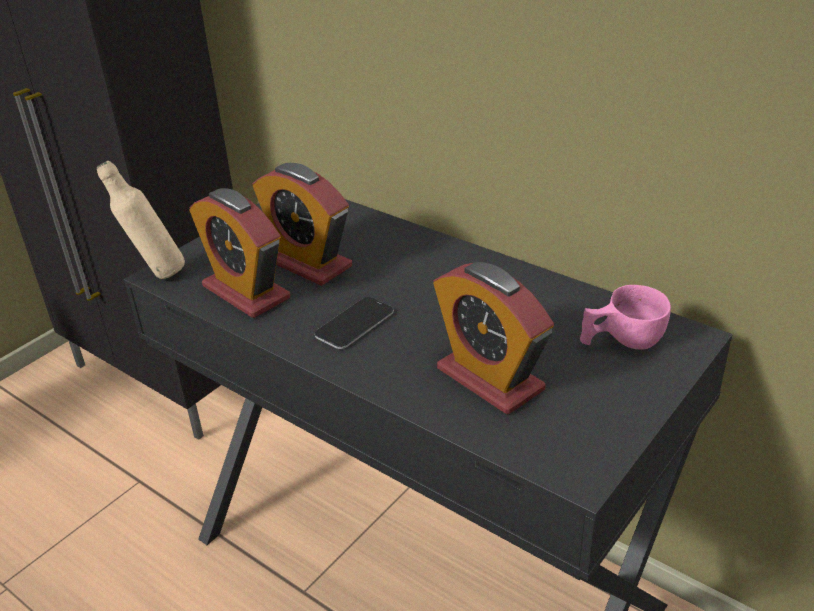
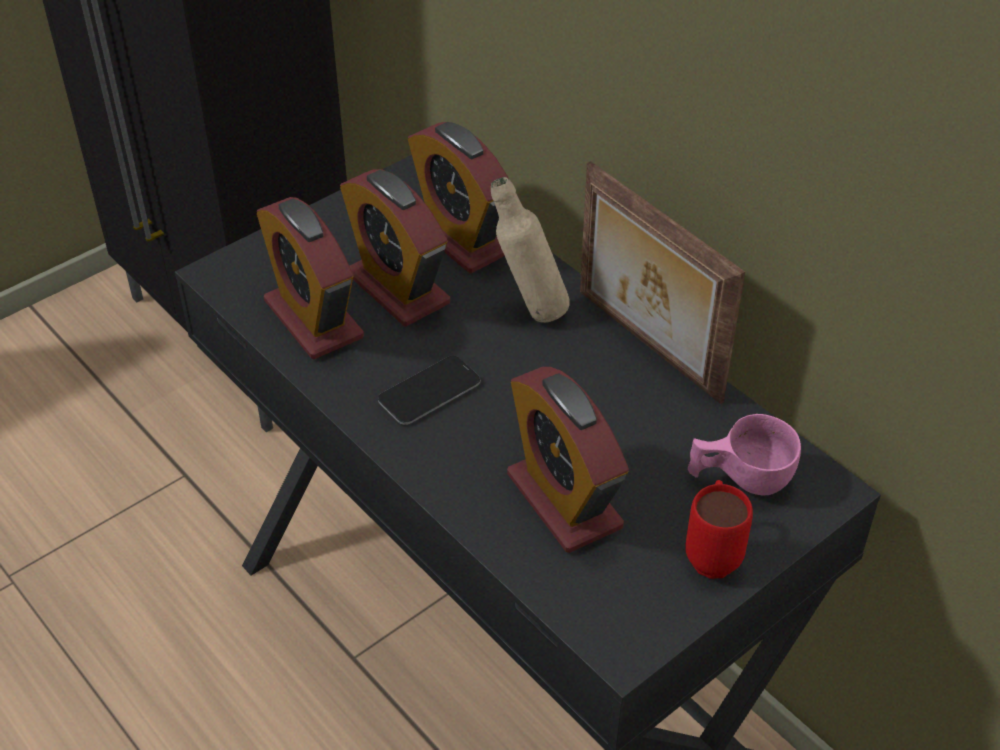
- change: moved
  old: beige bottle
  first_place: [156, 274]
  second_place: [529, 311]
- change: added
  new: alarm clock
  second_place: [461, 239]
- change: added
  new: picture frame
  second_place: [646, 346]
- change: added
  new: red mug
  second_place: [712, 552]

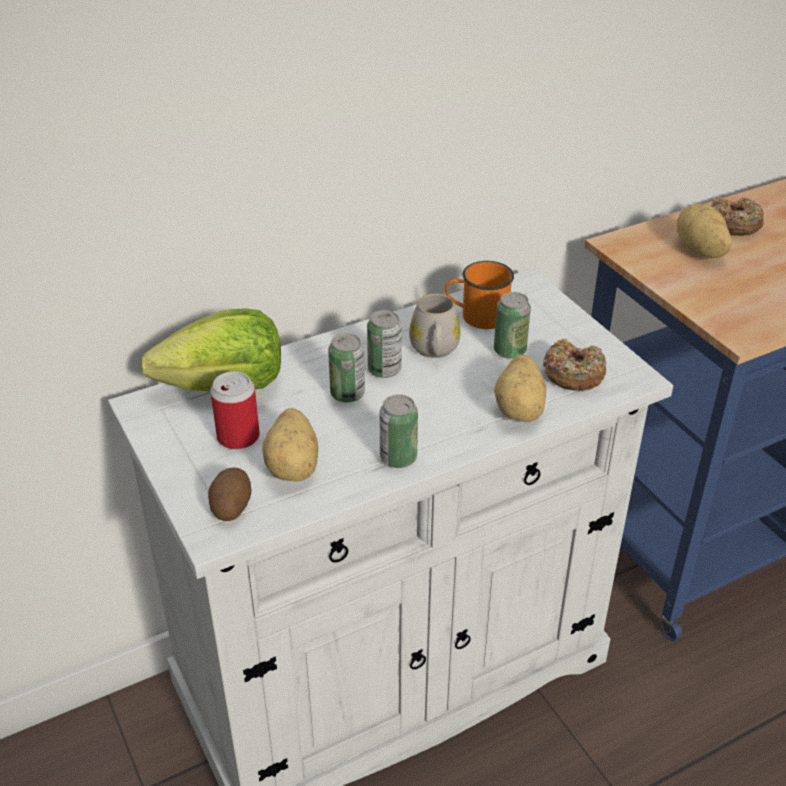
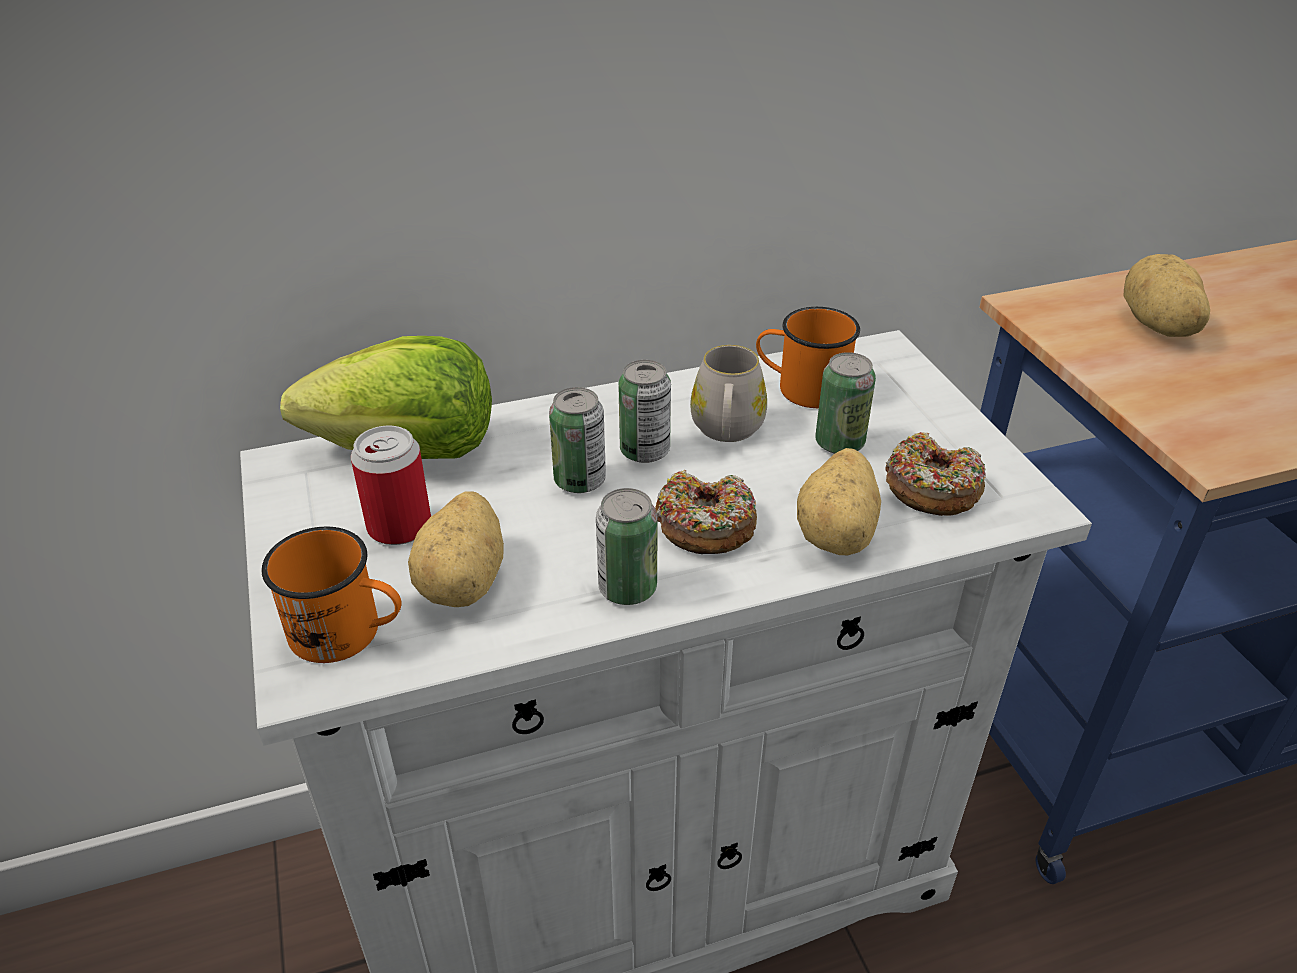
- change: replaced
  old: potato
  new: orange mug
  first_place: [230, 506]
  second_place: [348, 633]
- change: moved
  old: donut
  first_place: [734, 224]
  second_place: [705, 526]

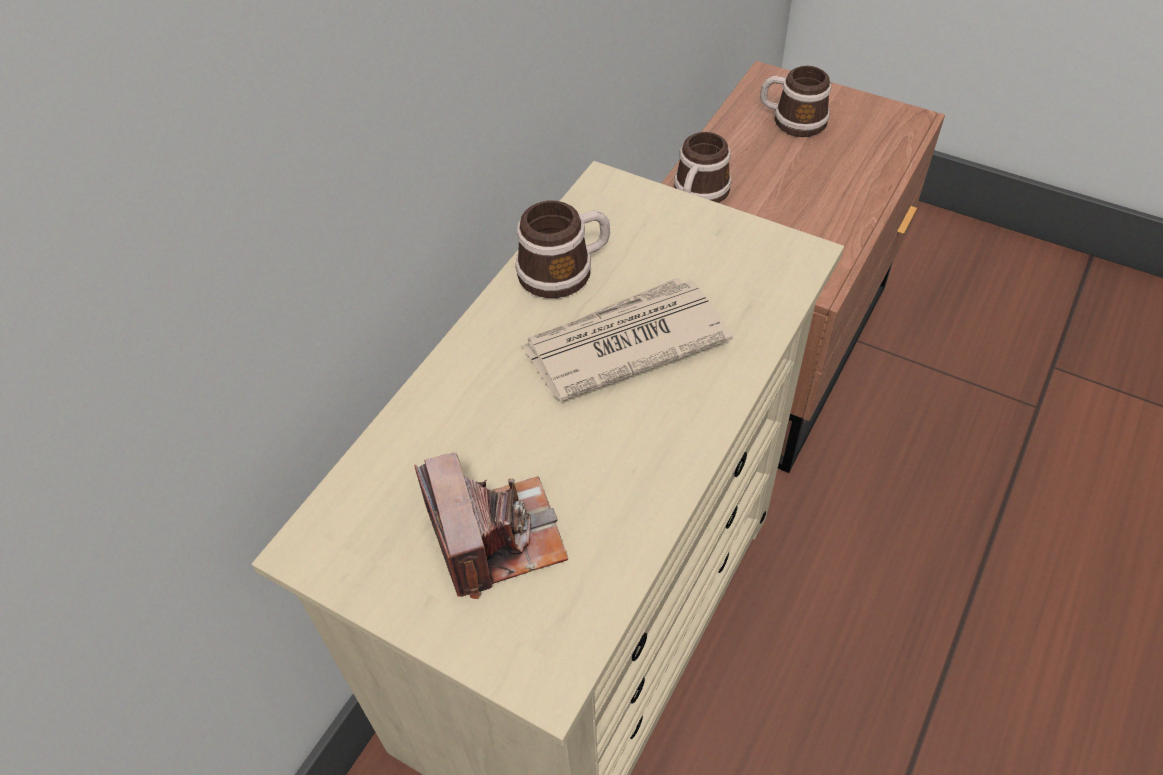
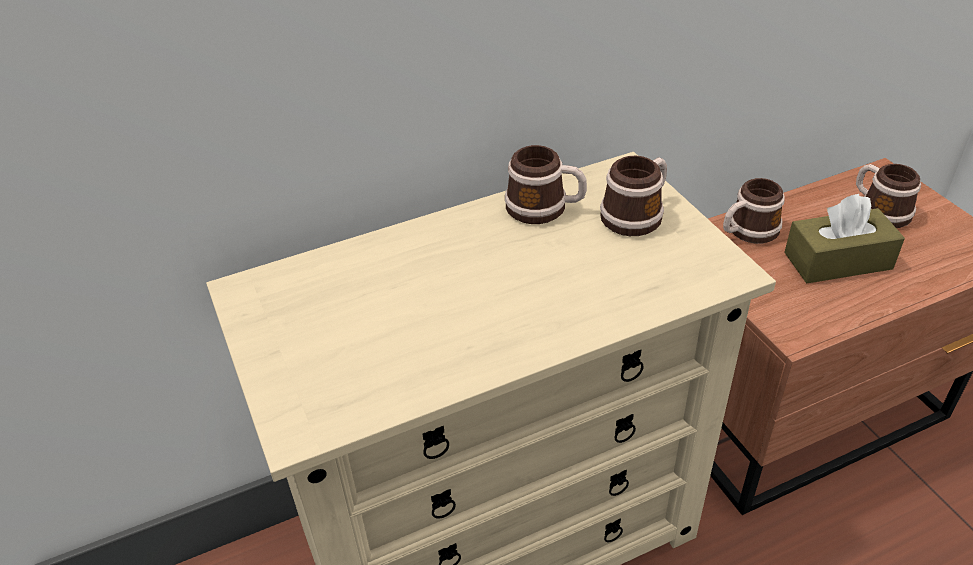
- change: removed
  old: photo camera
  first_place: [496, 537]
- change: removed
  old: newspaper
  first_place: [622, 343]
- change: added
  new: mug
  second_place: [637, 214]
- change: added
  new: brown tissue box
  second_place: [838, 261]

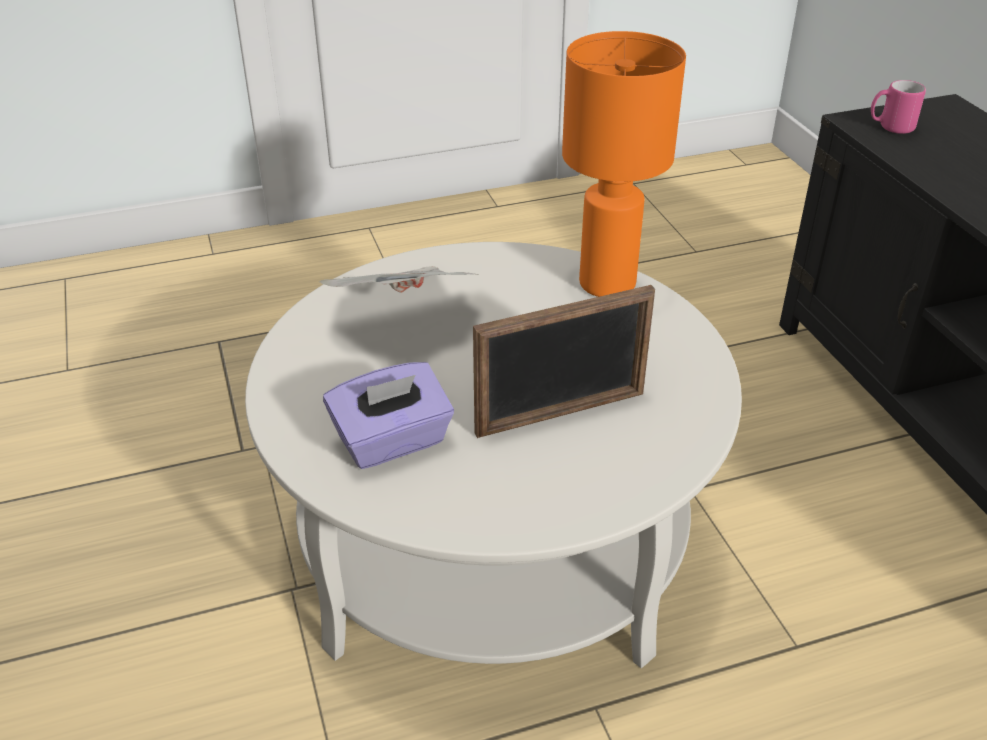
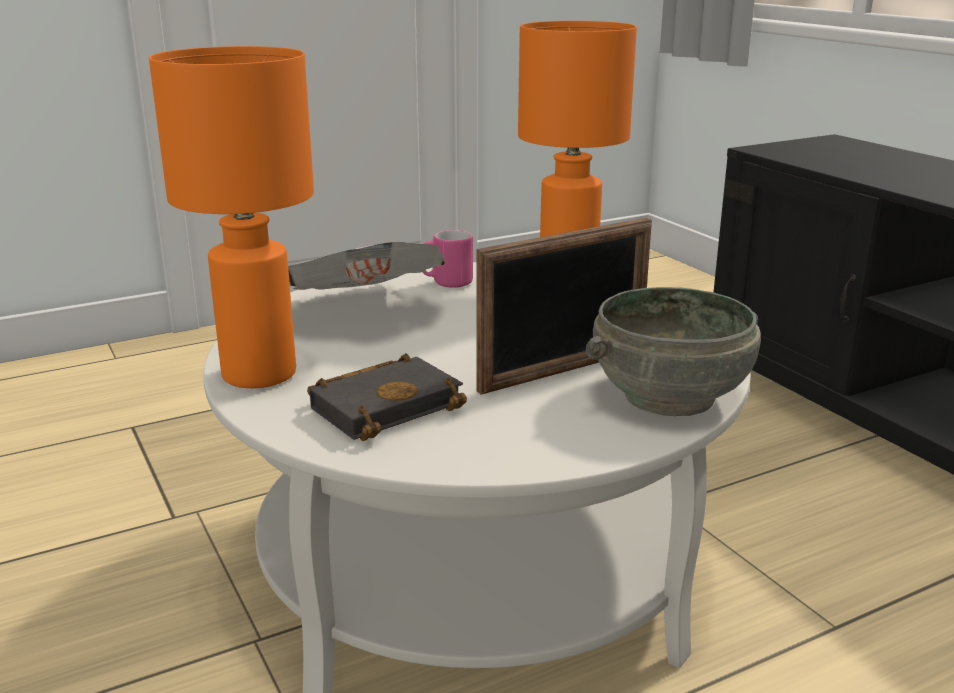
- change: replaced
  old: purple tissue box
  new: black book
  first_place: [392, 442]
  second_place: [387, 405]
- change: moved
  old: pink mug
  first_place: [890, 127]
  second_place: [446, 283]
- change: added
  new: orange table lamp
  second_place: [258, 373]
- change: added
  new: grey bowl
  second_place: [670, 397]

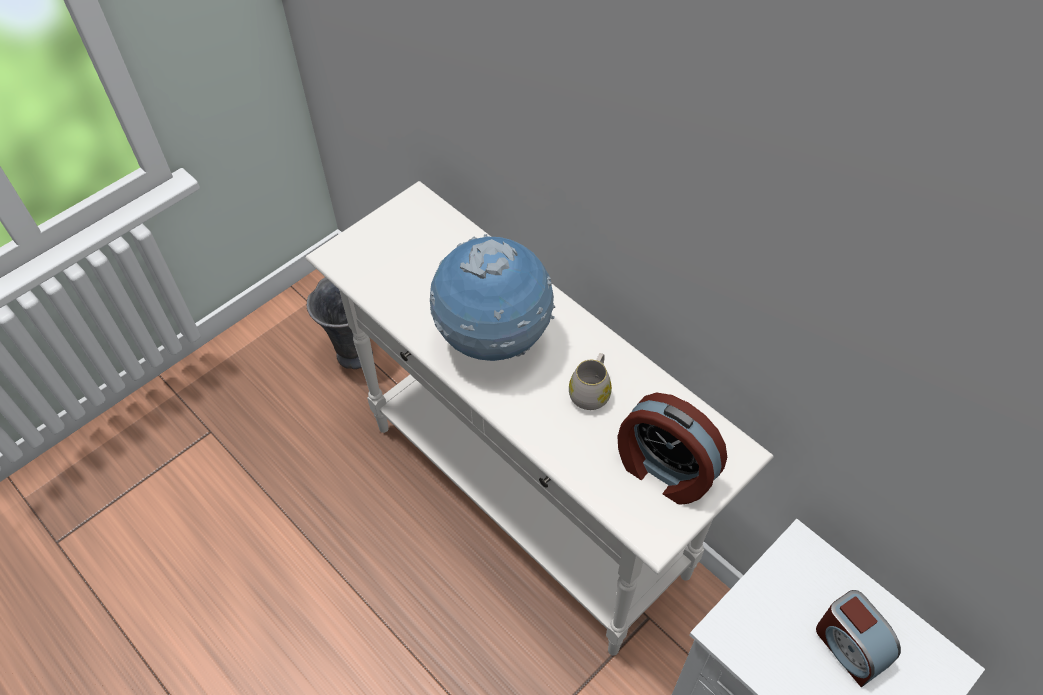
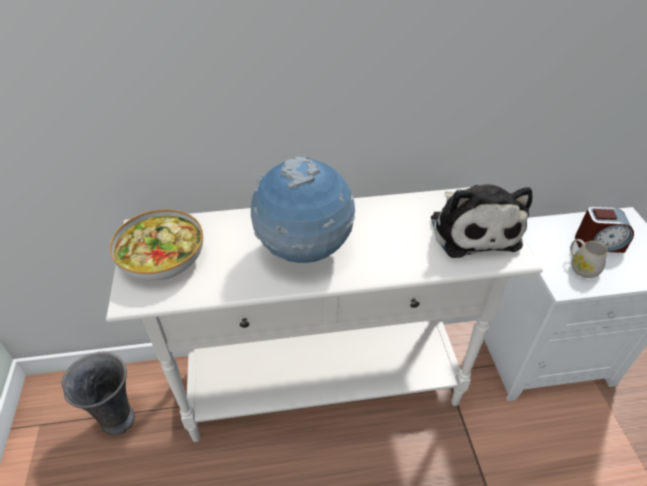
- change: moved
  old: white mug
  first_place: [591, 391]
  second_place: [581, 267]
- change: replaced
  old: alarm clock
  new: plush toy
  first_place: [664, 470]
  second_place: [473, 229]
- change: added
  new: bowl
  second_place: [162, 259]

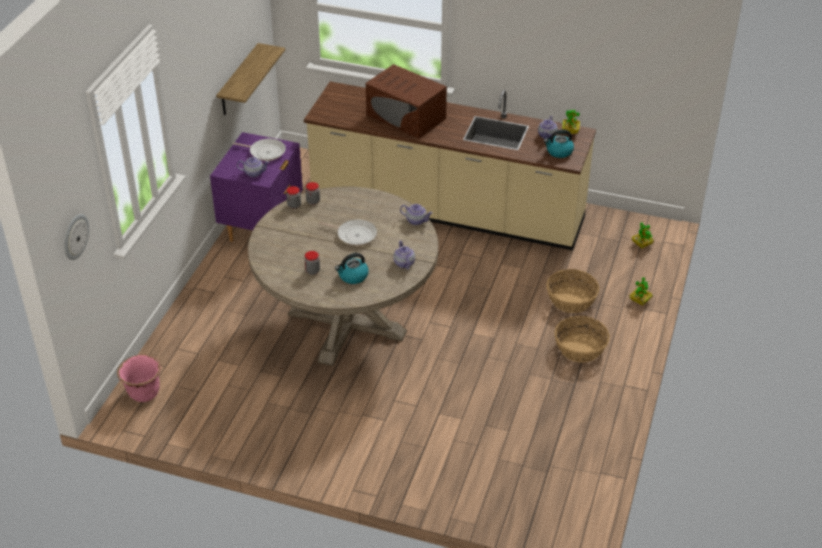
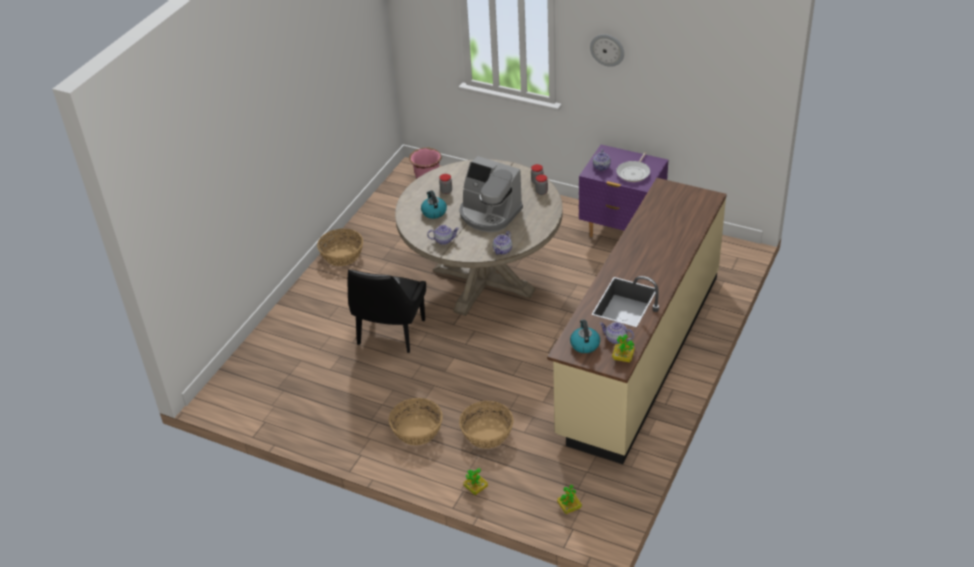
- change: moved
  old: wall clock
  first_place: [75, 236]
  second_place: [607, 49]
- change: removed
  old: shelf
  first_place: [238, 81]
- change: replaced
  old: frying pan
  new: coffee machine
  first_place: [354, 235]
  second_place: [489, 214]
- change: removed
  old: brown microwave
  first_place: [406, 117]
- change: added
  new: basket
  second_place: [342, 255]
- change: added
  new: black chair
  second_place: [390, 334]

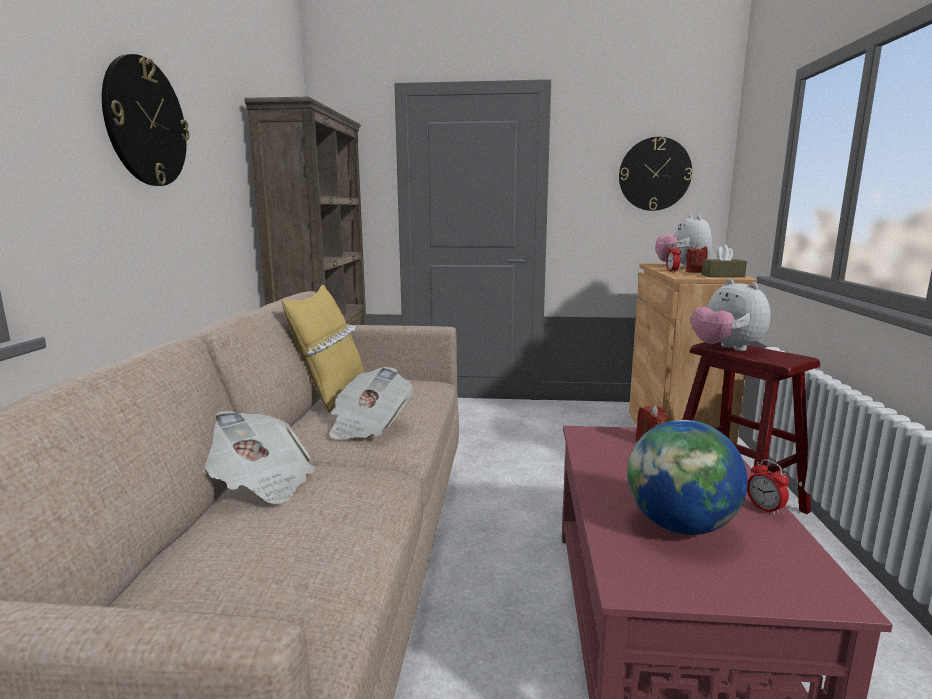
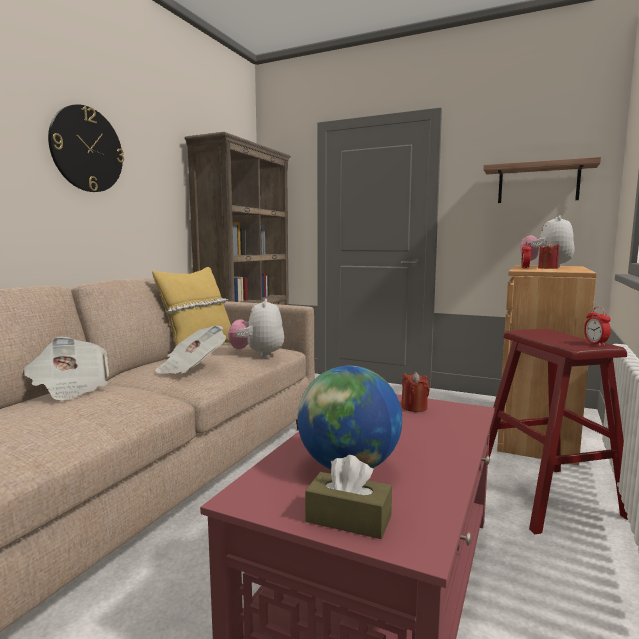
- change: replaced
  old: wall clock
  new: shelf
  first_place: [654, 174]
  second_place: [538, 183]
- change: moved
  old: plush toy
  first_place: [726, 349]
  second_place: [258, 355]
- change: moved
  old: brown tissue box
  first_place: [722, 276]
  second_place: [348, 519]
- change: moved
  old: alarm clock
  first_place: [764, 508]
  second_place: [595, 343]

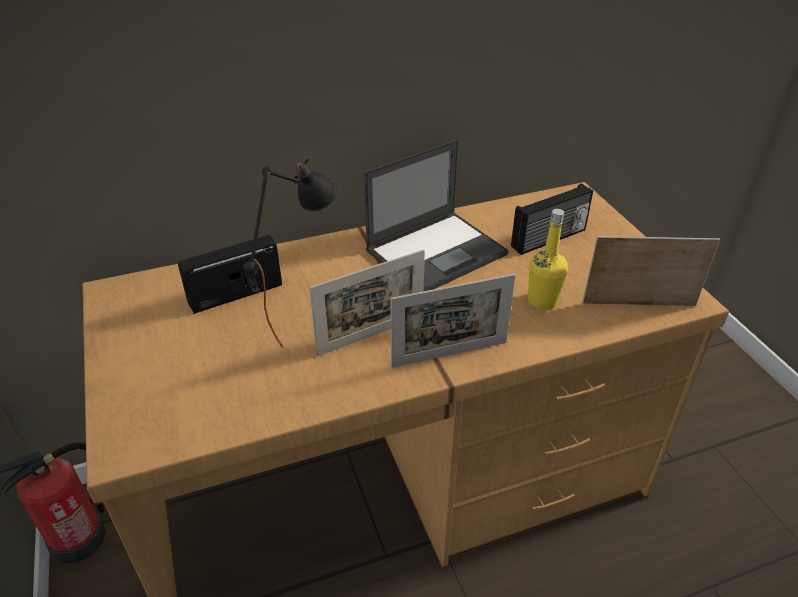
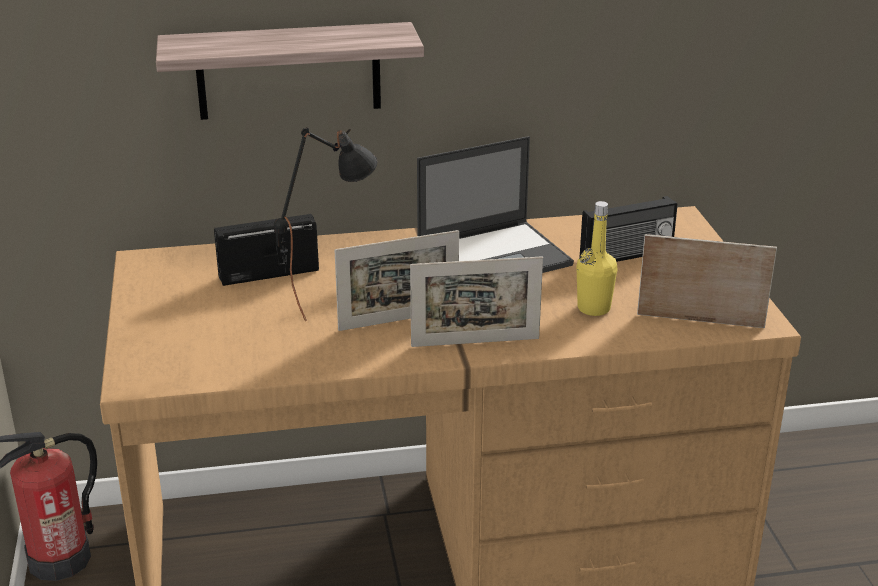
- change: added
  new: shelf
  second_place: [289, 71]

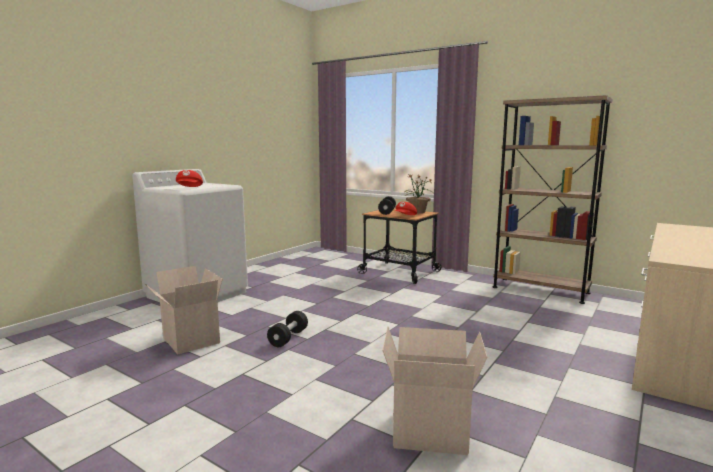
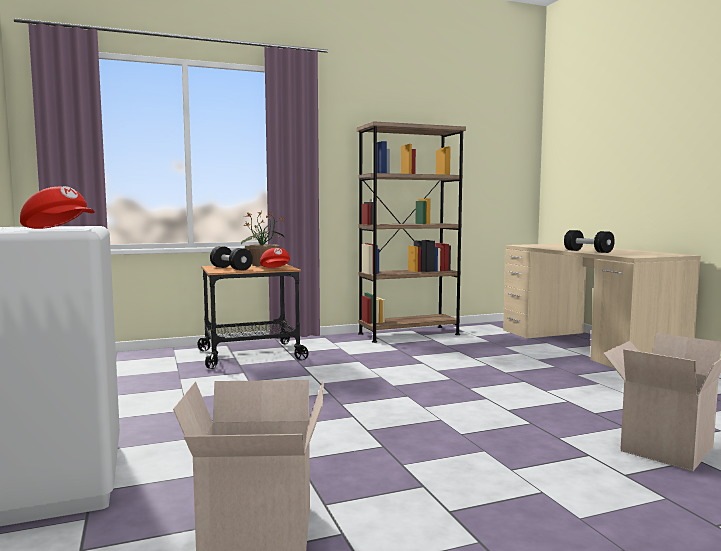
- change: moved
  old: black dumbbell
  first_place: [288, 338]
  second_place: [588, 251]

